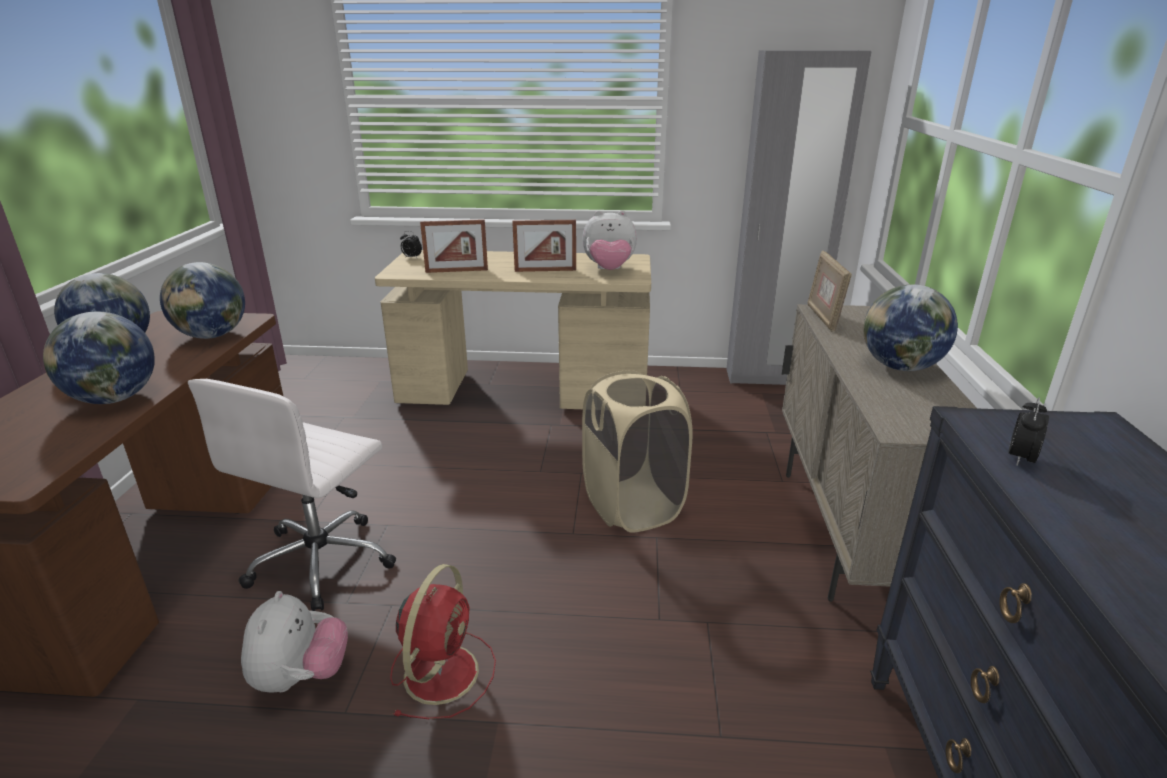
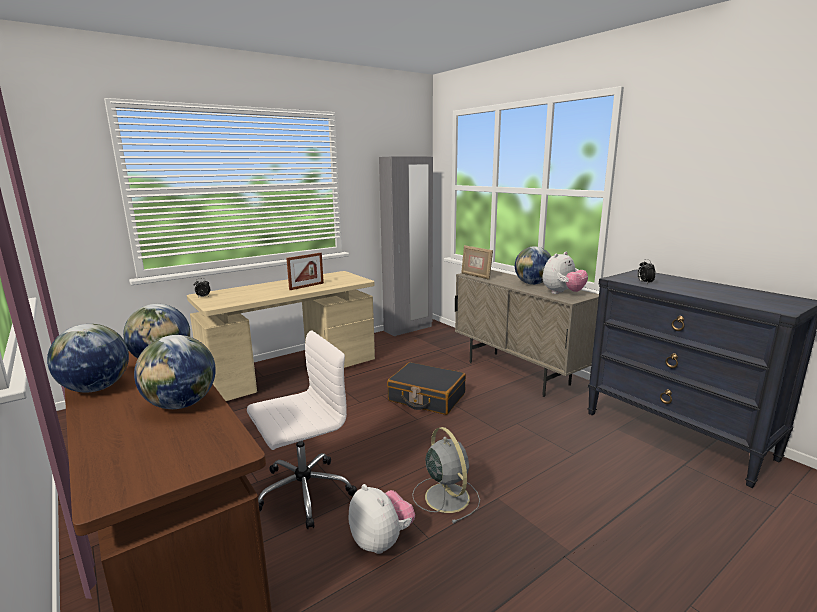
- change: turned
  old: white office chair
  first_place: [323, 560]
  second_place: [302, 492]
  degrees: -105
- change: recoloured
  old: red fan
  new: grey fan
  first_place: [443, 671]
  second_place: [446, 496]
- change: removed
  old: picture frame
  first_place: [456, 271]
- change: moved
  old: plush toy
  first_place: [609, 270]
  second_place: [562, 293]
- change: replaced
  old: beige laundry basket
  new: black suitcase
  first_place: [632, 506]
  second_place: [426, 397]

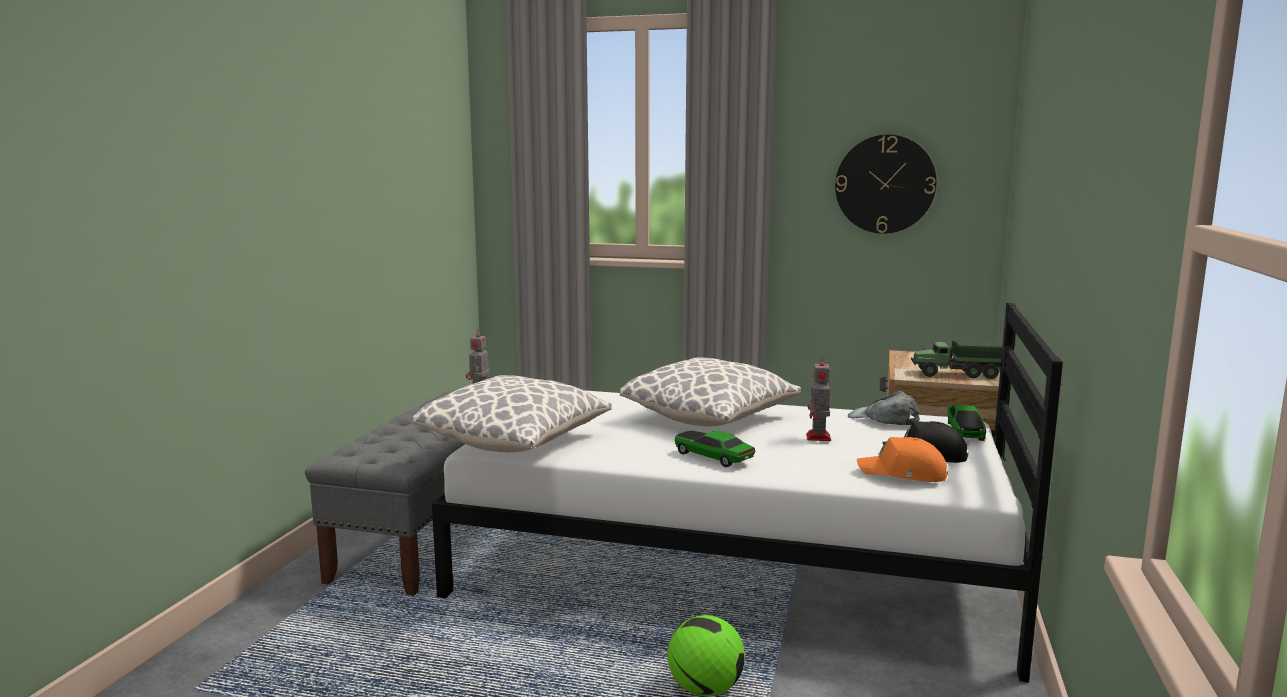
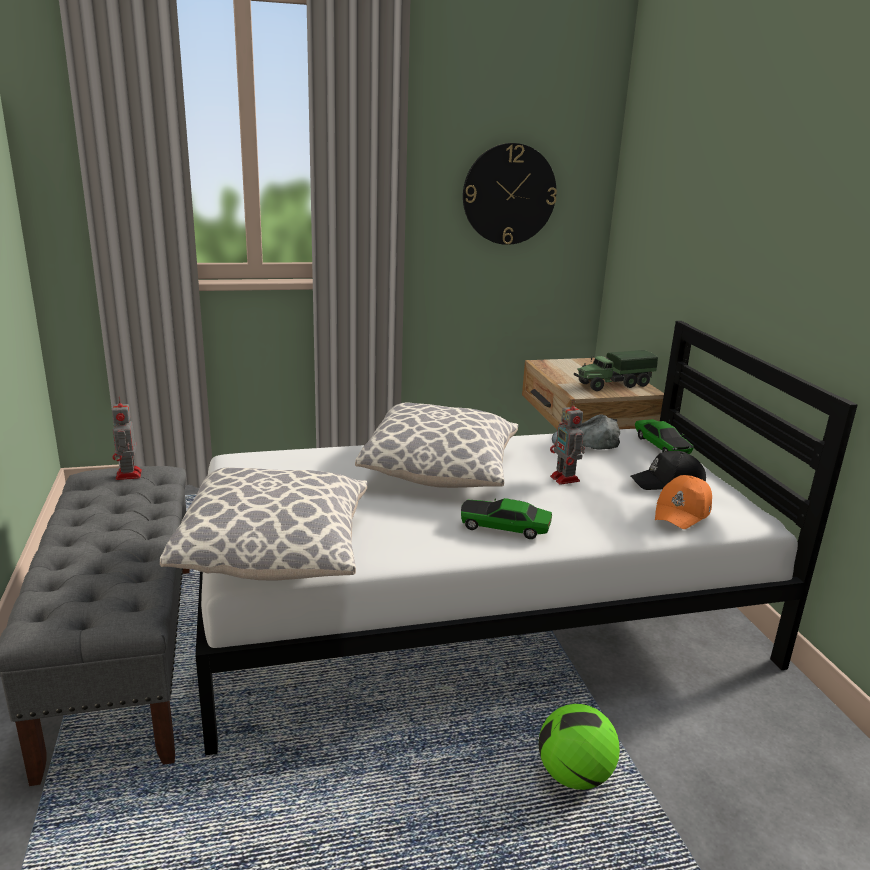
- change: turned
  old: orange cap
  first_place: [903, 473]
  second_place: [683, 512]
  degrees: -45

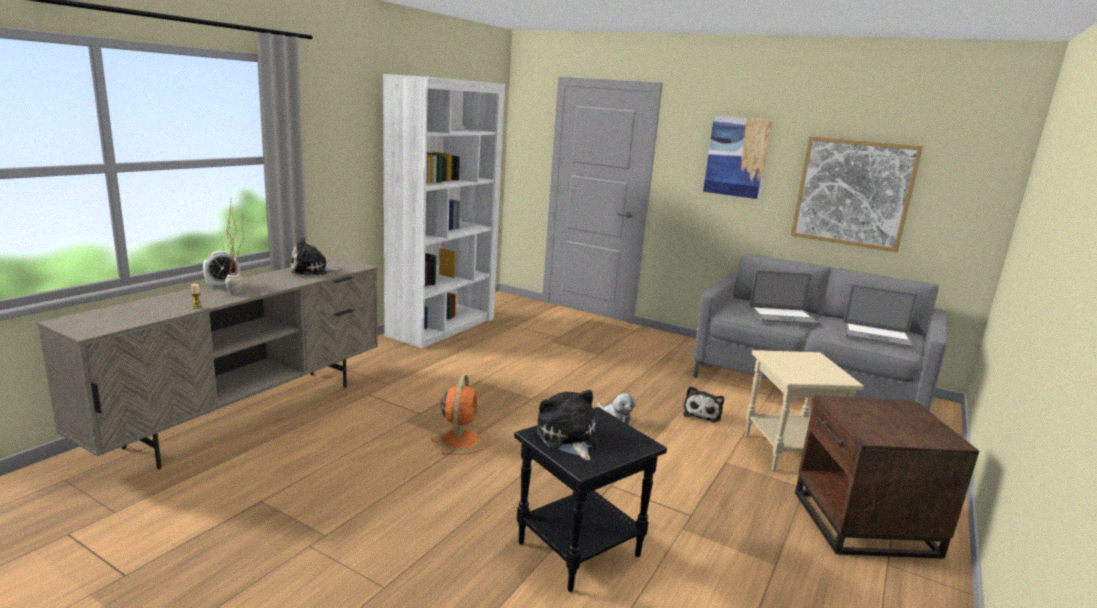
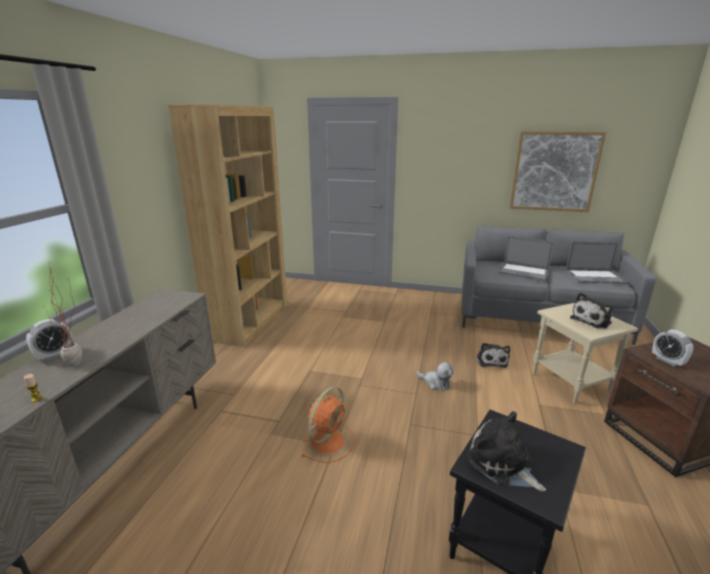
- change: moved
  old: plush toy
  first_place: [312, 271]
  second_place: [592, 320]
- change: recoloured
  old: white bookcase
  new: brown bookcase
  first_place: [442, 327]
  second_place: [250, 321]
- change: turned
  old: orange fan
  first_place: [460, 438]
  second_place: [328, 441]
  degrees: 45
- change: removed
  old: picture
  first_place: [737, 156]
- change: turned
  old: laptop
  first_place: [783, 316]
  second_place: [523, 272]
  degrees: 45
- change: added
  new: alarm clock
  second_place: [667, 361]

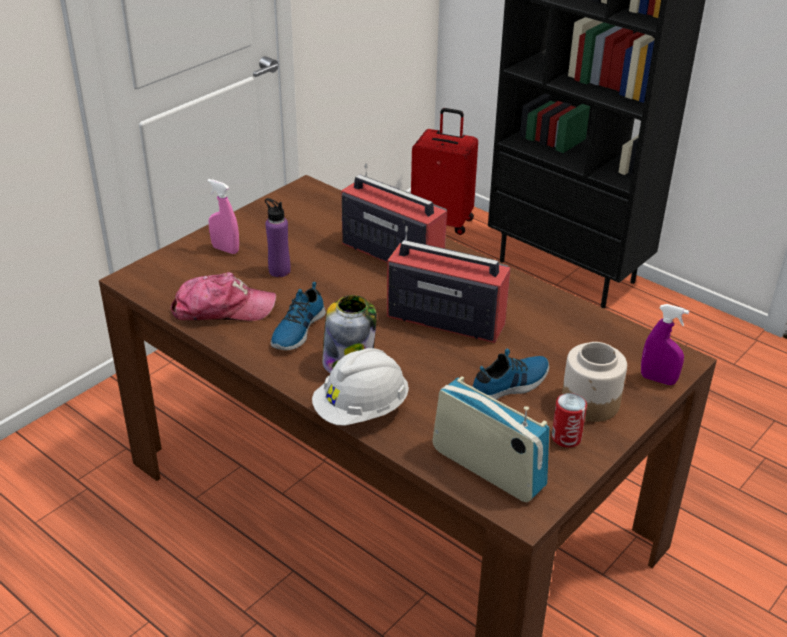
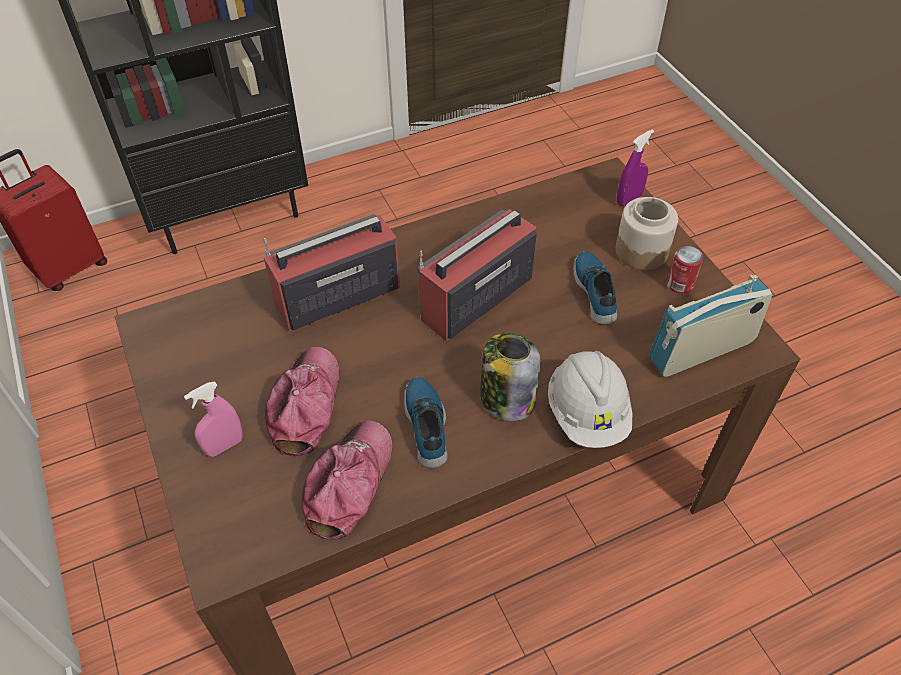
- change: replaced
  old: purple bottle
  new: cap
  first_place: [279, 271]
  second_place: [305, 405]
- change: turned
  old: shoe
  first_place: [297, 329]
  second_place: [427, 424]
  degrees: -150

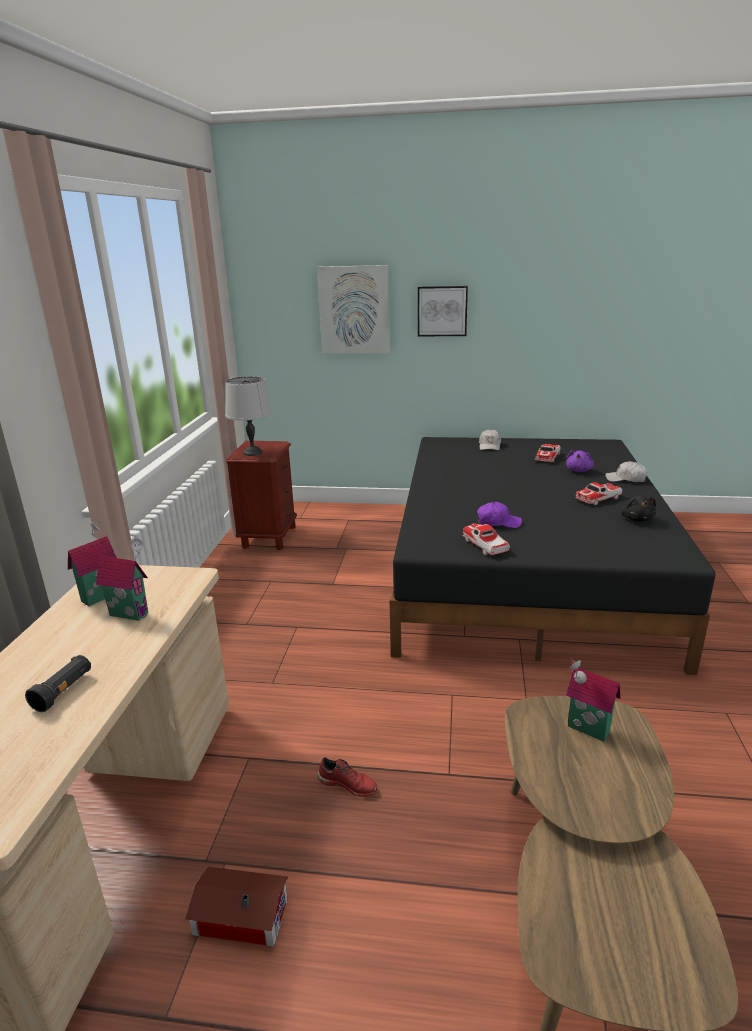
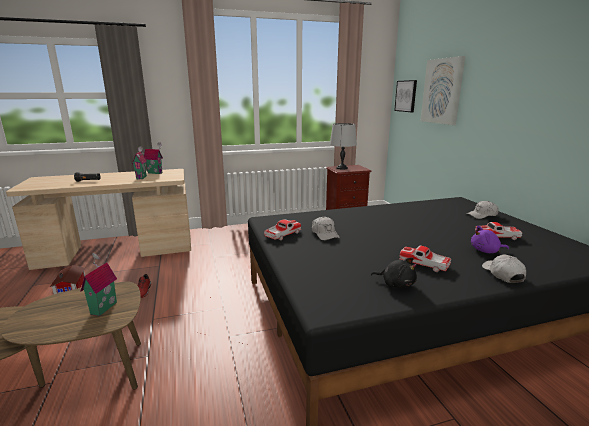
- change: moved
  old: picture
  first_place: [442, 311]
  second_place: [406, 96]
- change: recoloured
  old: purple cap
  new: white cap
  first_place: [498, 522]
  second_place: [325, 234]
- change: turned
  old: black plush toy
  first_place: [636, 519]
  second_place: [396, 284]
  degrees: -120

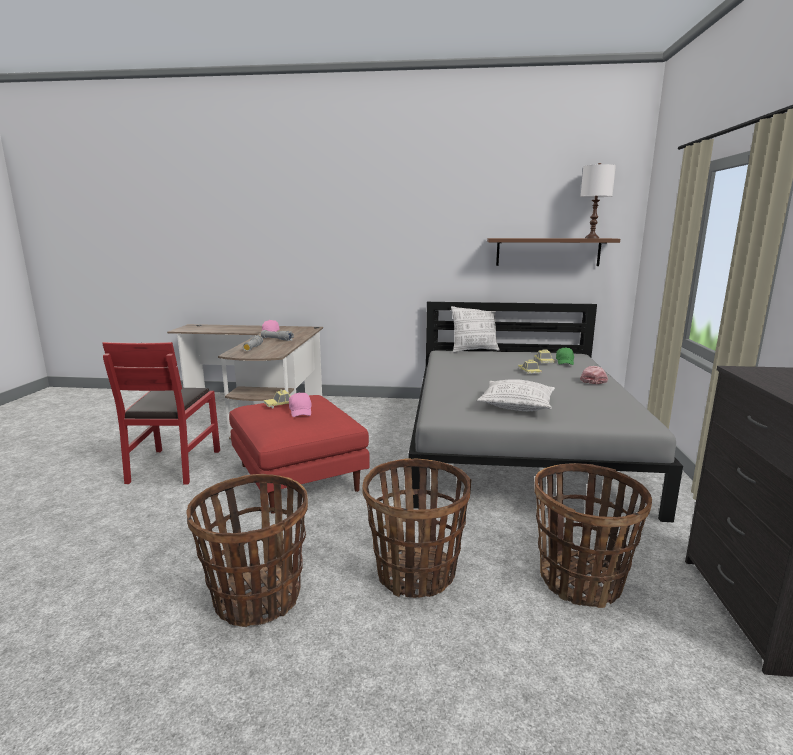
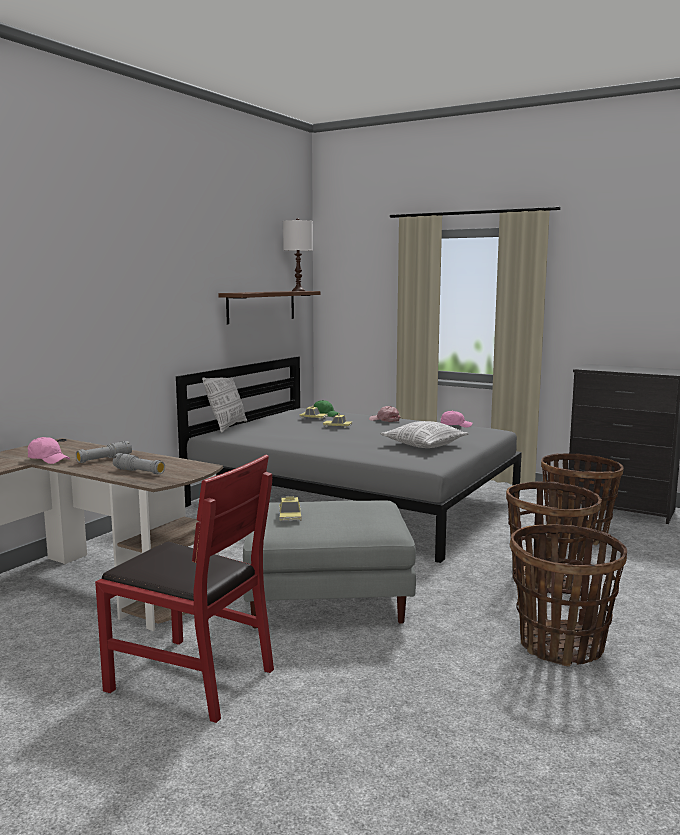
- change: recoloured
  old: red ottoman
  new: grey ottoman
  first_place: [299, 478]
  second_place: [328, 599]
- change: moved
  old: pink cap
  first_place: [301, 411]
  second_place: [455, 425]

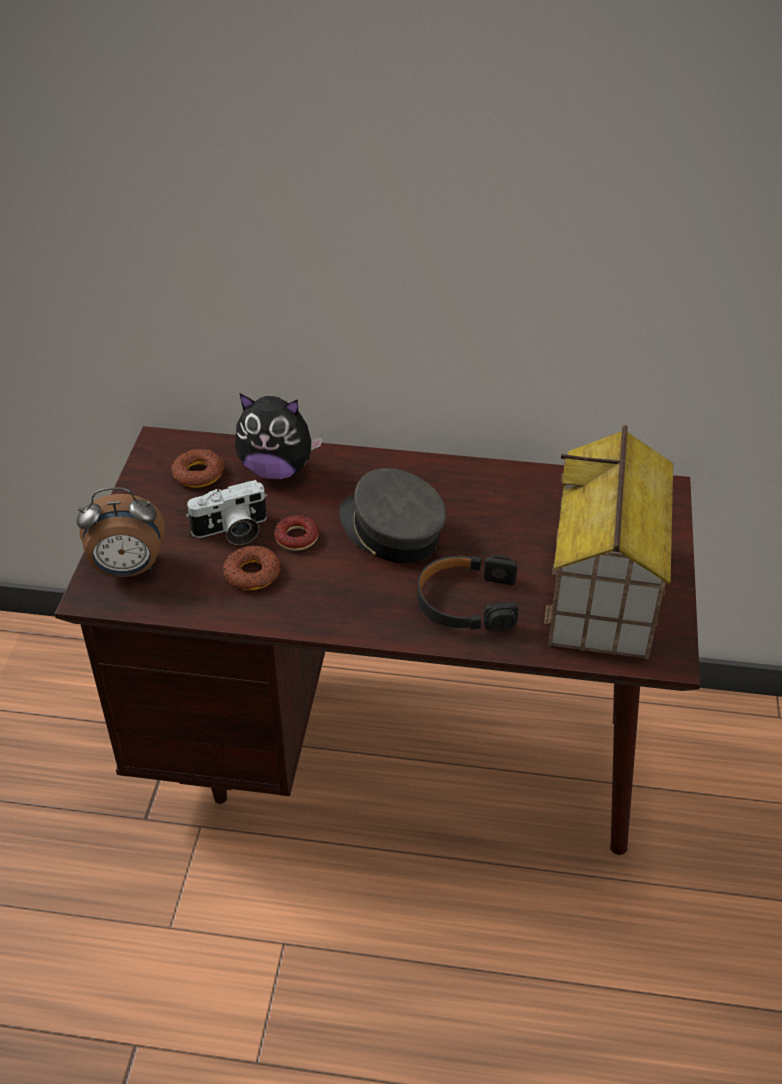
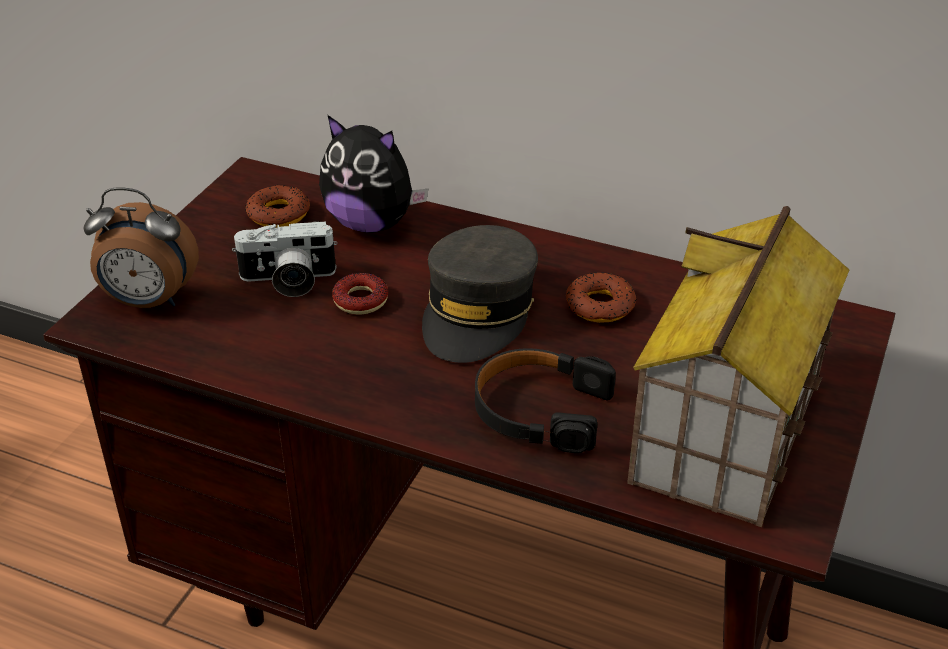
- change: moved
  old: donut
  first_place: [252, 573]
  second_place: [599, 305]
- change: turned
  old: grey cap
  first_place: [390, 531]
  second_place: [478, 312]
  degrees: -135

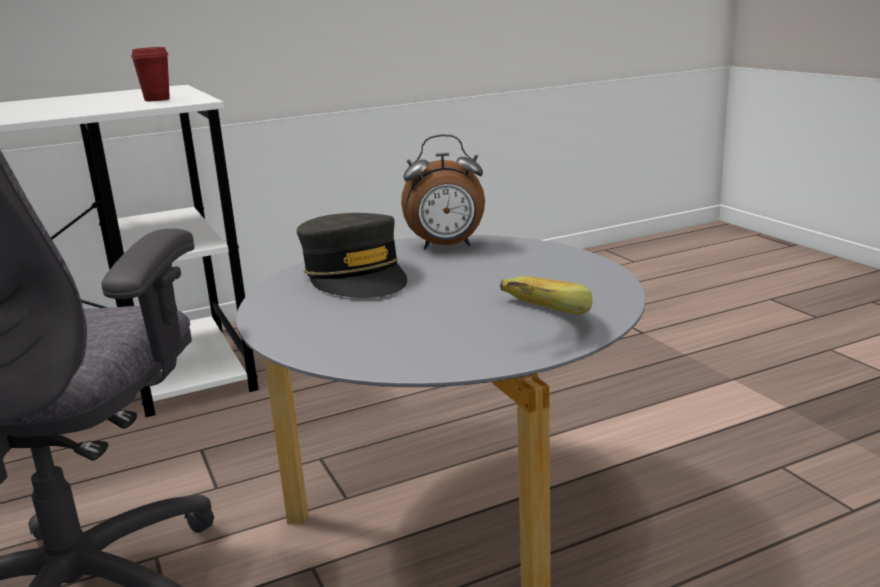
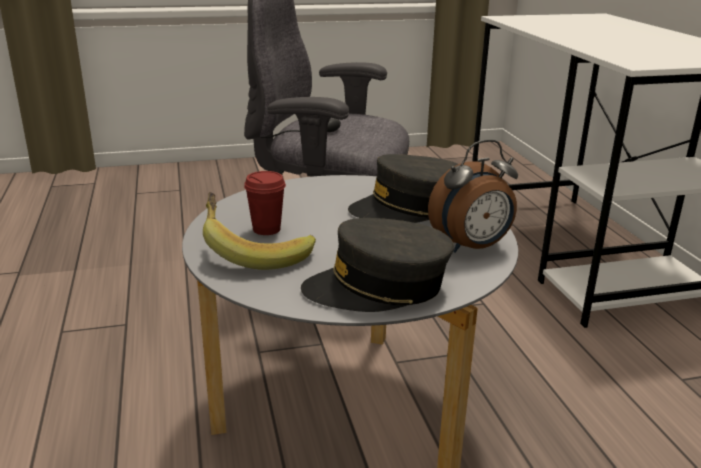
- change: moved
  old: red cup
  first_place: [157, 99]
  second_place: [266, 229]
- change: turned
  old: alarm clock
  first_place: [446, 247]
  second_place: [472, 247]
  degrees: -120
- change: added
  new: grey cap
  second_place: [378, 287]

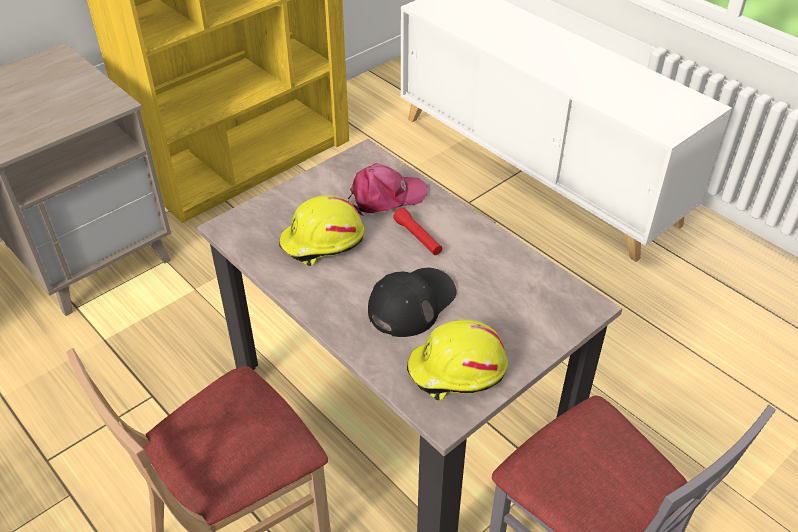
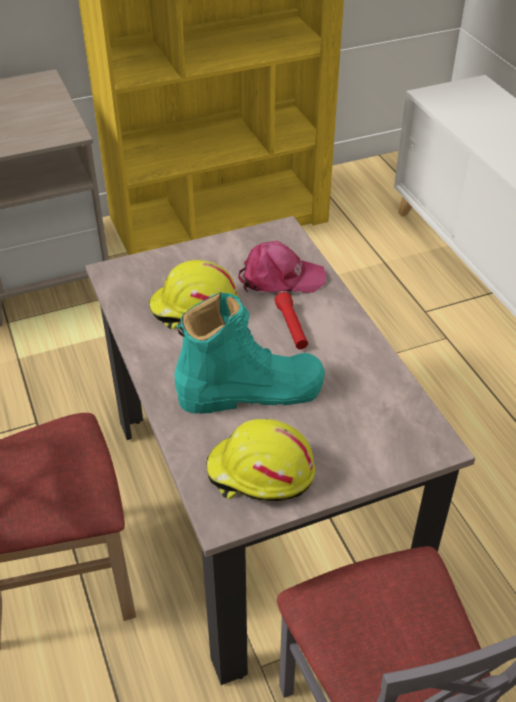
- change: replaced
  old: black cap
  new: turquoise boot
  first_place: [412, 303]
  second_place: [250, 391]

